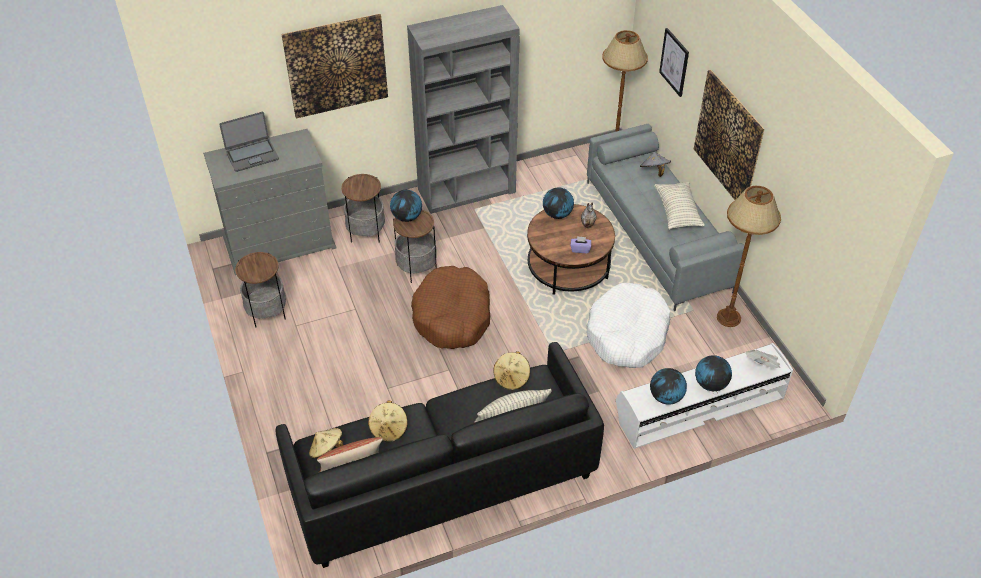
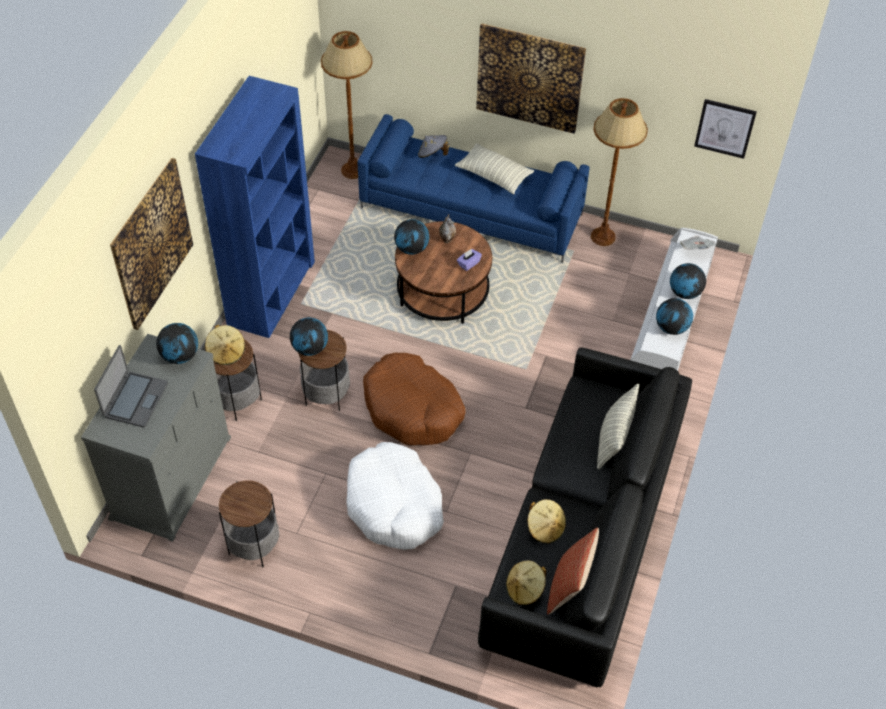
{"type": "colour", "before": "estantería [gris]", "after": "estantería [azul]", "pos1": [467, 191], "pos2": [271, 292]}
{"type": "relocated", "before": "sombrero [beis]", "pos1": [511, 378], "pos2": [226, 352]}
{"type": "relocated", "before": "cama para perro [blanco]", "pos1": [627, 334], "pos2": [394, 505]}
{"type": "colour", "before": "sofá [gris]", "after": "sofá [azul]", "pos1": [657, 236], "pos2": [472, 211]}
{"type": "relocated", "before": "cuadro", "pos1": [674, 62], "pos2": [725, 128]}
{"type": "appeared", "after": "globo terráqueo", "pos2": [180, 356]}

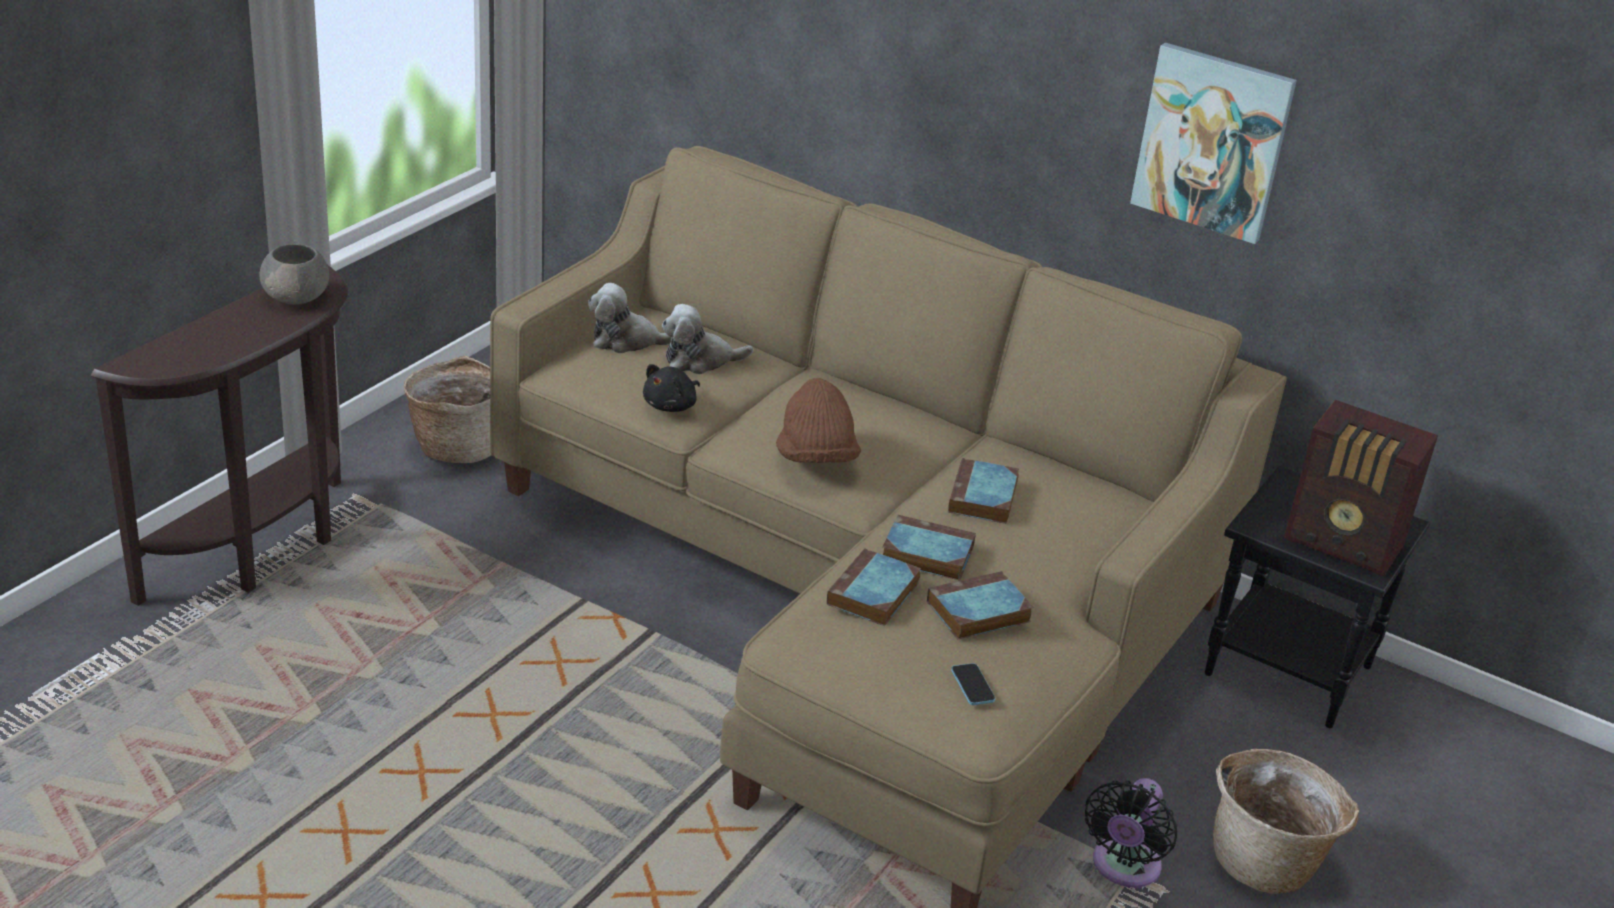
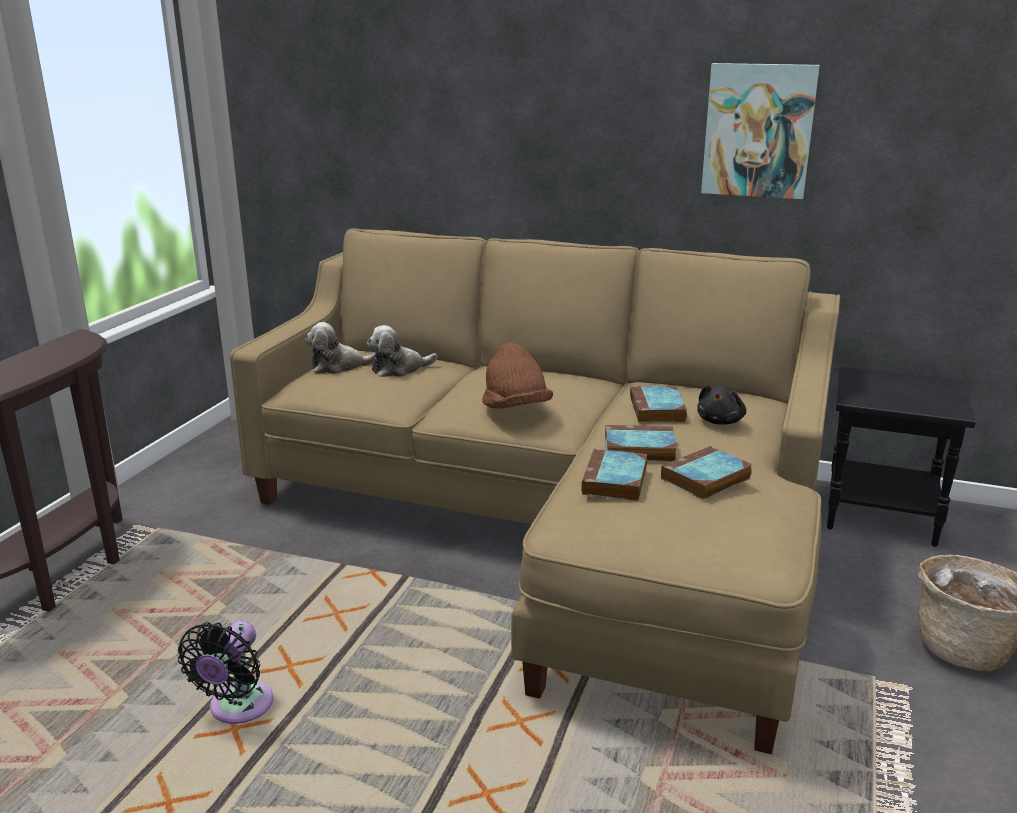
{"type": "missing", "before": "cuenco [gris]", "pos1": [297, 297]}
{"type": "missing", "before": "cesta", "pos1": [456, 446]}
{"type": "relocated", "before": "peluche [negro]", "pos1": [671, 406], "pos2": [720, 421]}
{"type": "missing", "before": "móvil", "pos1": [972, 686]}
{"type": "relocated", "before": "ventilador [negro]", "pos1": [1123, 868], "pos2": [237, 708]}
{"type": "missing", "before": "radio", "pos1": [1345, 544]}

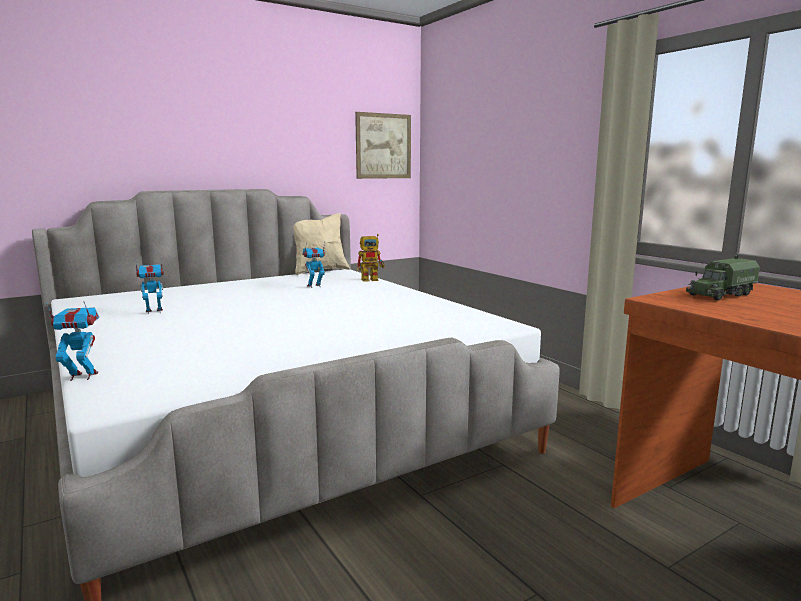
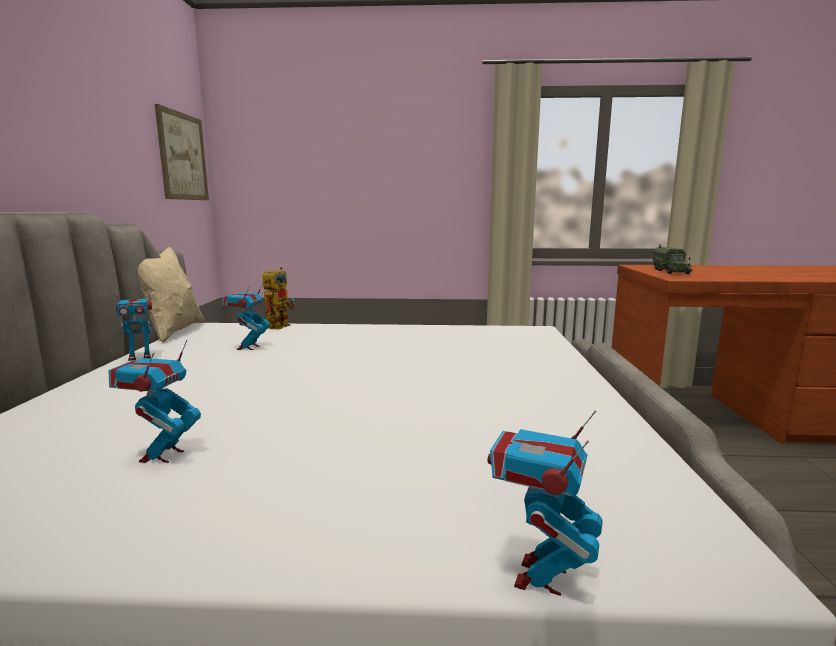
{"type": "appeared", "after": "robot de juguete", "pos2": [140, 357]}

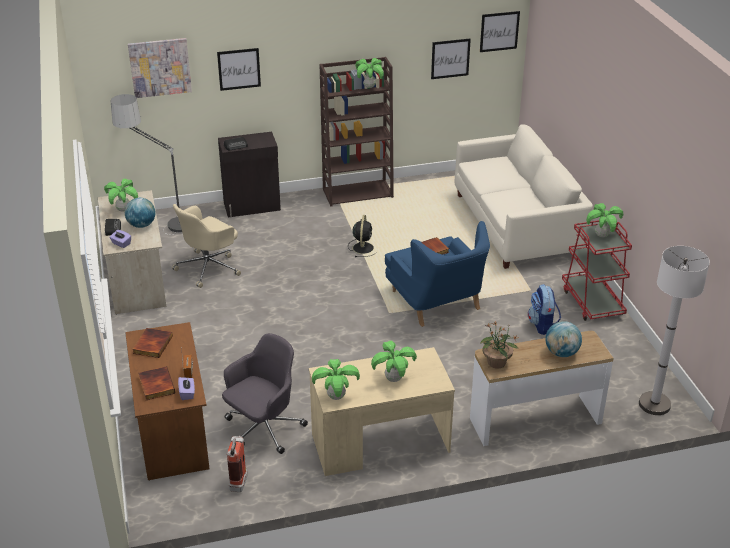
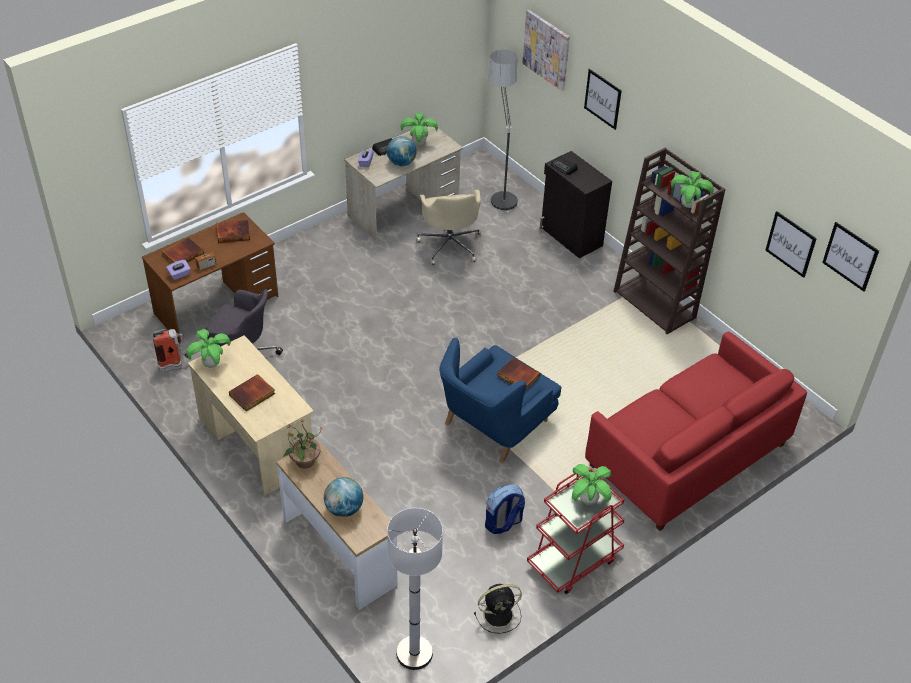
{"type": "spun", "before": "silla de oficina [beis]", "pos1": [209, 267], "pos2": [450, 245], "turn": -120}
{"type": "relocated", "before": "ventilador [negro]", "pos1": [363, 247], "pos2": [499, 614]}
{"type": "exchanged", "before": "planta en maceta", "after": "libro", "pos1": [394, 379], "pos2": [252, 395]}
{"type": "colour", "before": "sofá [blanco]", "after": "sofá [rojo]", "pos1": [516, 225], "pos2": [687, 455]}

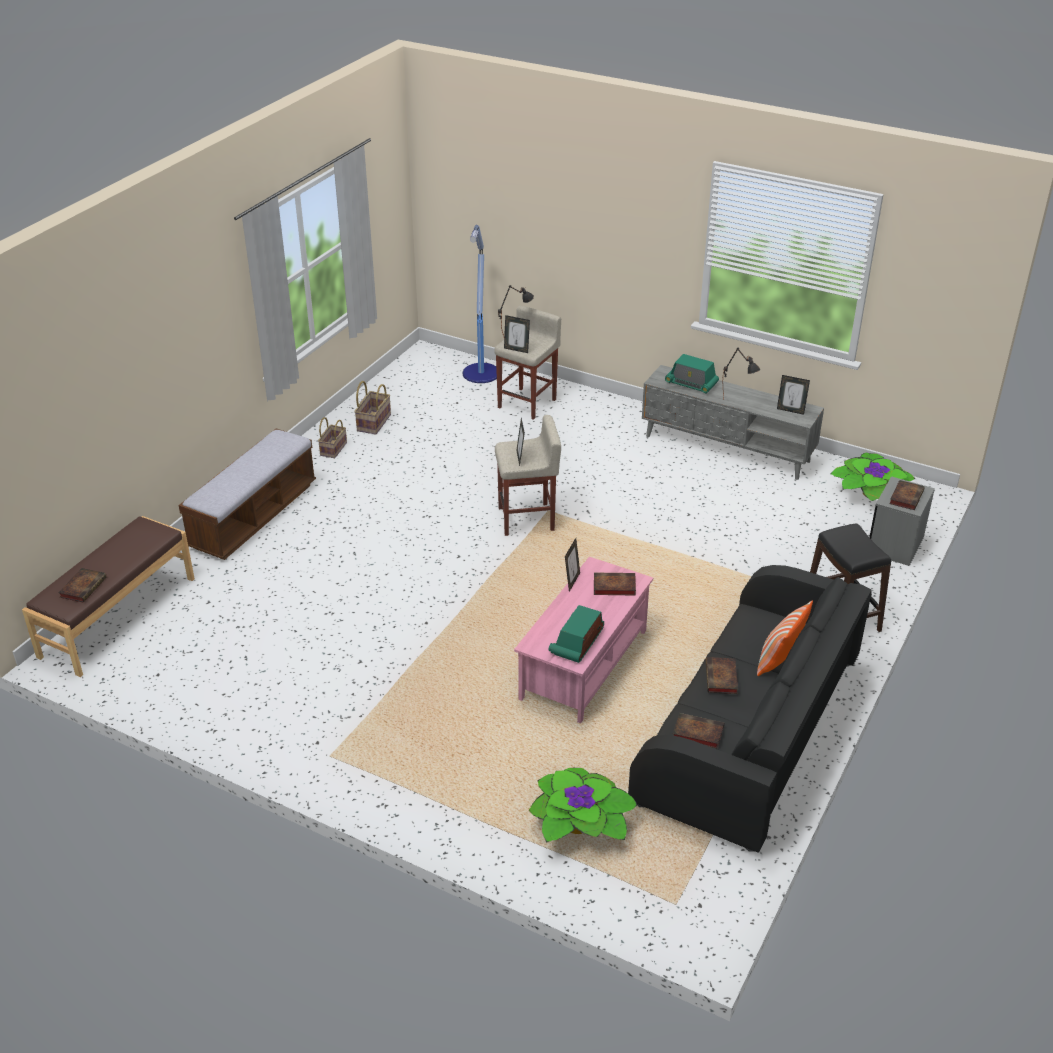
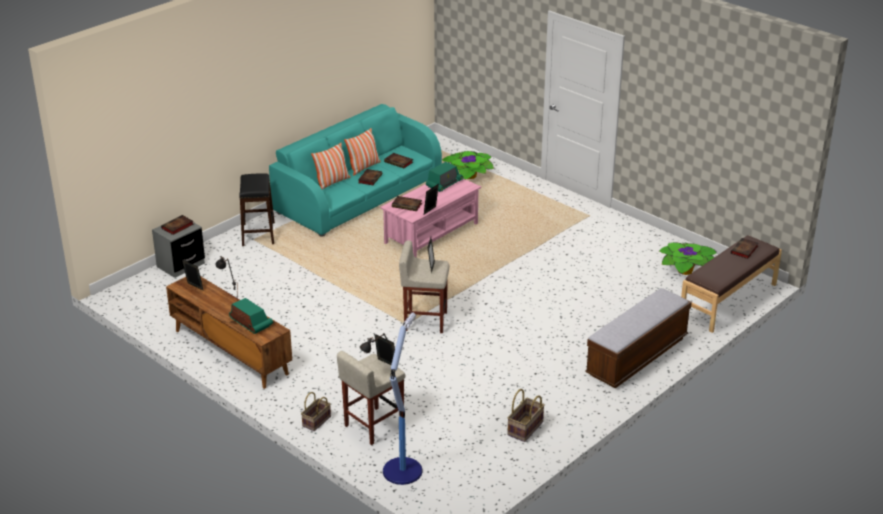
{"type": "relocated", "before": "cesta", "pos1": [333, 448], "pos2": [316, 422]}
{"type": "colour", "before": "sofá [negro]", "after": "sofá [turquesa]", "pos1": [751, 731], "pos2": [358, 195]}
{"type": "colour", "before": "mueble de televisión [gris]", "after": "mueble de televisión [marrón]", "pos1": [727, 448], "pos2": [230, 352]}
{"type": "relocated", "before": "planta en maceta", "pos1": [870, 494], "pos2": [686, 270]}
{"type": "appeared", "after": "cojín", "pos2": [363, 167]}

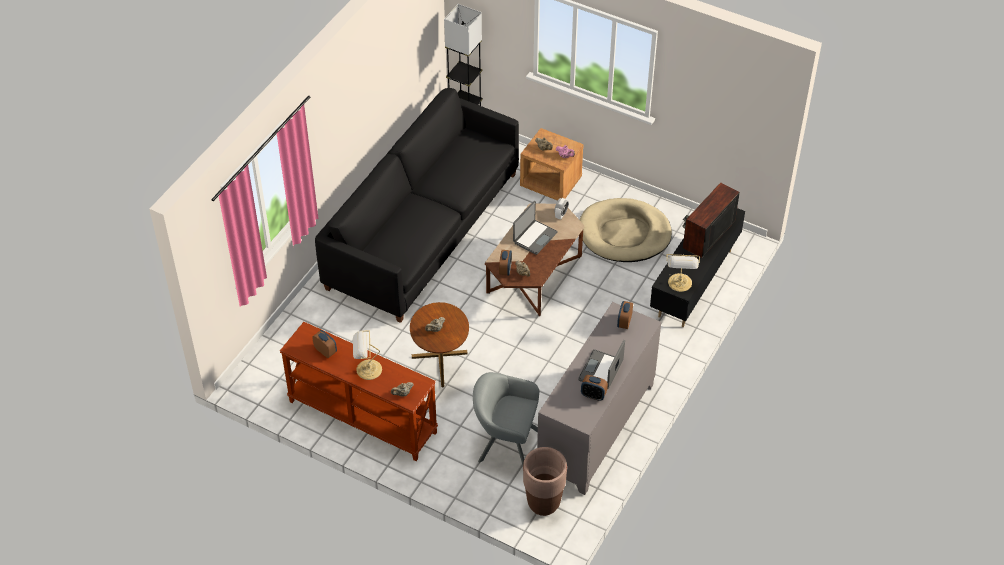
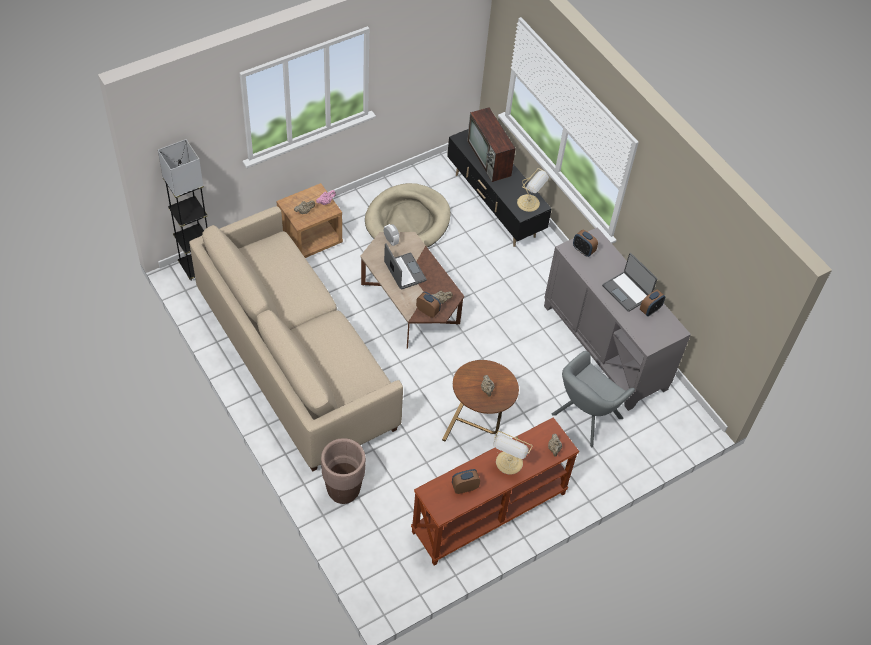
{"type": "colour", "before": "sofá [negro]", "after": "sofá [beis]", "pos1": [423, 230], "pos2": [295, 358]}
{"type": "relocated", "before": "maceta [marrón]", "pos1": [543, 503], "pos2": [343, 491]}

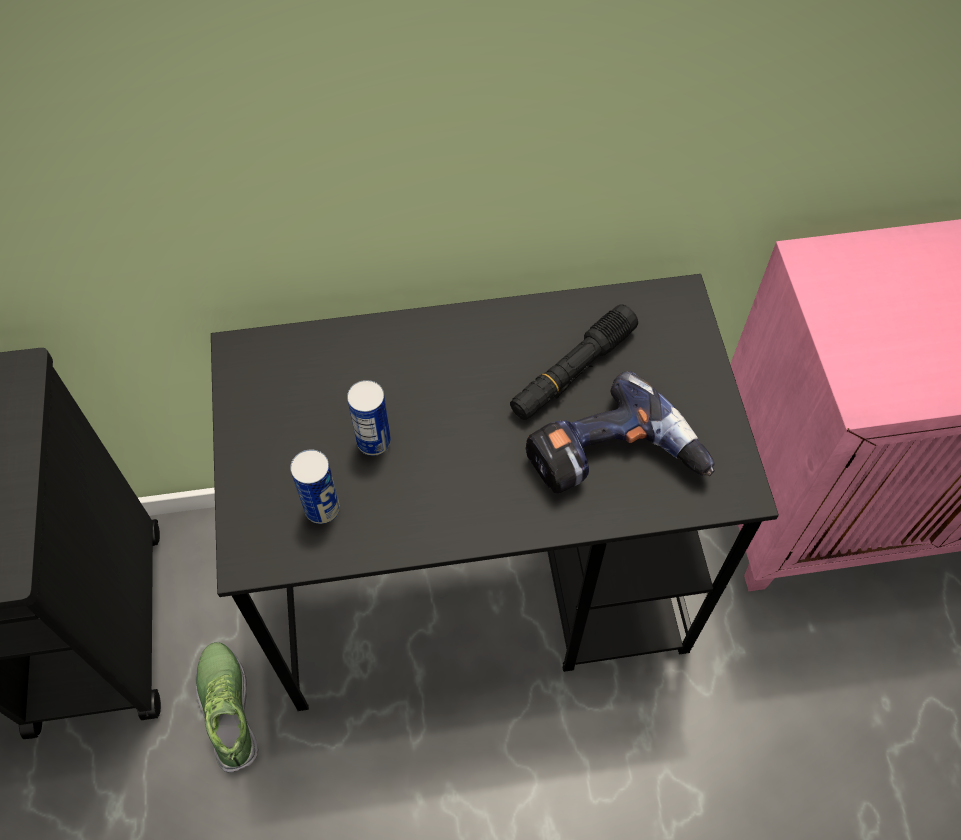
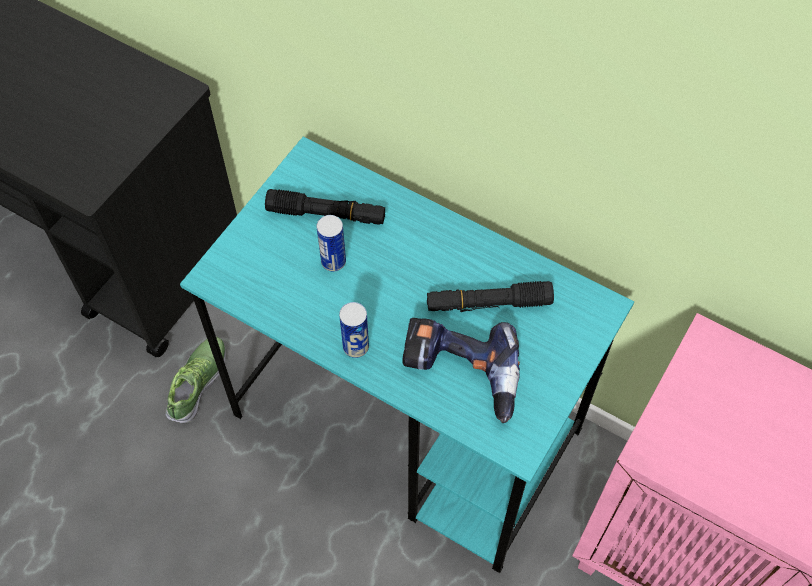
{"type": "colour", "before": "escritorio [negro]", "after": "escritorio [turquesa]", "pos1": [484, 581], "pos2": [408, 425]}
{"type": "relocated", "before": "lata", "pos1": [322, 509], "pos2": [356, 347]}
{"type": "appeared", "after": "linterna [negro]", "pos2": [326, 214]}

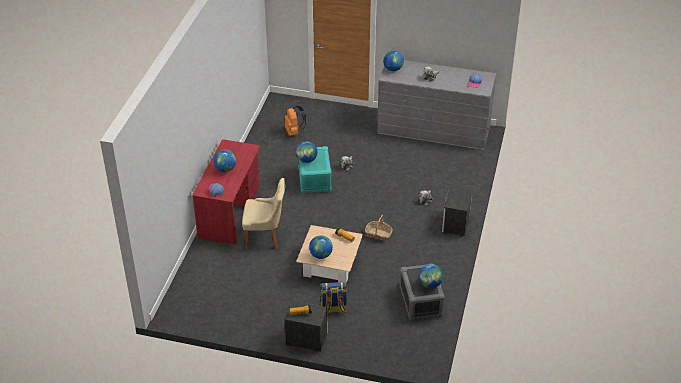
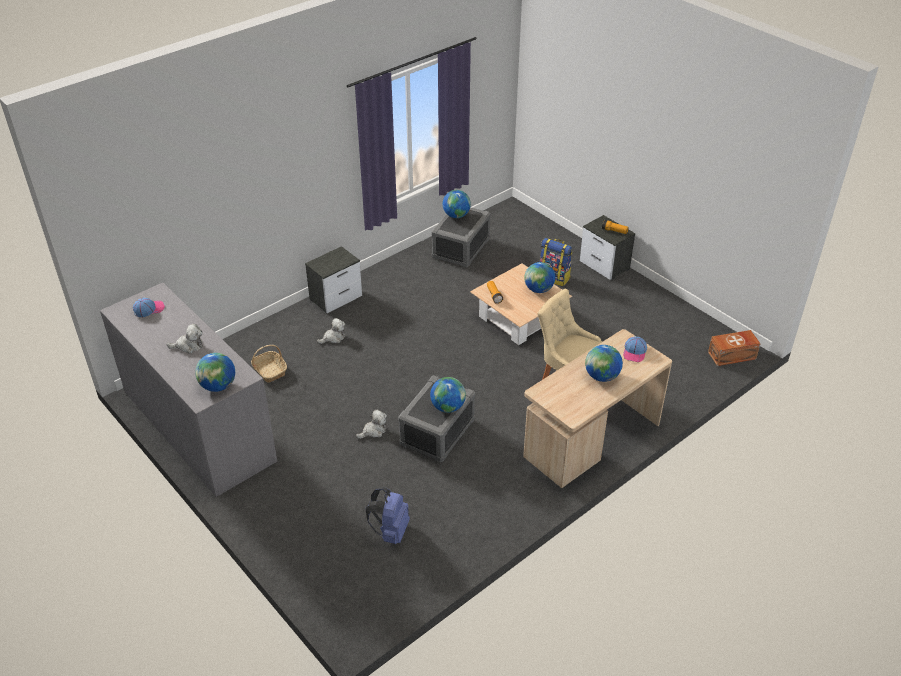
{"type": "colour", "before": "escritorio [rojo]", "after": "escritorio [beis]", "pos1": [230, 211], "pos2": [591, 440]}
{"type": "colour", "before": "mochila [naranja]", "after": "mochila [azul]", "pos1": [294, 132], "pos2": [390, 531]}
{"type": "colour", "before": "caja de almacenaje [turquesa]", "after": "caja de almacenaje [gris]", "pos1": [314, 179], "pos2": [437, 432]}
{"type": "relocated", "before": "cesta", "pos1": [378, 234], "pos2": [269, 371]}
{"type": "appeared", "after": "caja de almacenaje [marrón]", "pos2": [732, 356]}

